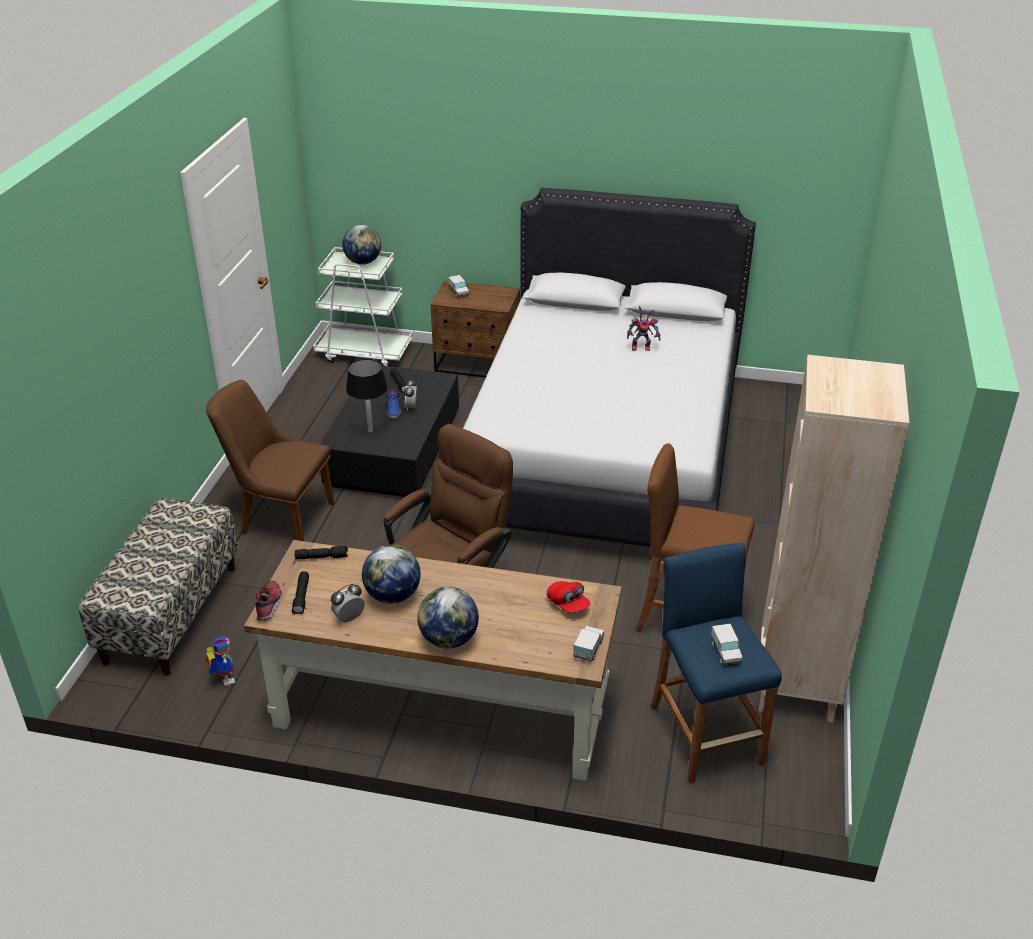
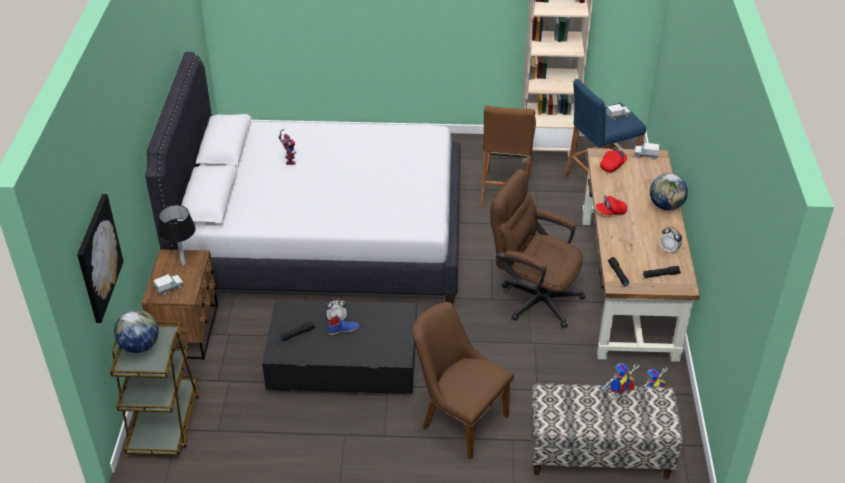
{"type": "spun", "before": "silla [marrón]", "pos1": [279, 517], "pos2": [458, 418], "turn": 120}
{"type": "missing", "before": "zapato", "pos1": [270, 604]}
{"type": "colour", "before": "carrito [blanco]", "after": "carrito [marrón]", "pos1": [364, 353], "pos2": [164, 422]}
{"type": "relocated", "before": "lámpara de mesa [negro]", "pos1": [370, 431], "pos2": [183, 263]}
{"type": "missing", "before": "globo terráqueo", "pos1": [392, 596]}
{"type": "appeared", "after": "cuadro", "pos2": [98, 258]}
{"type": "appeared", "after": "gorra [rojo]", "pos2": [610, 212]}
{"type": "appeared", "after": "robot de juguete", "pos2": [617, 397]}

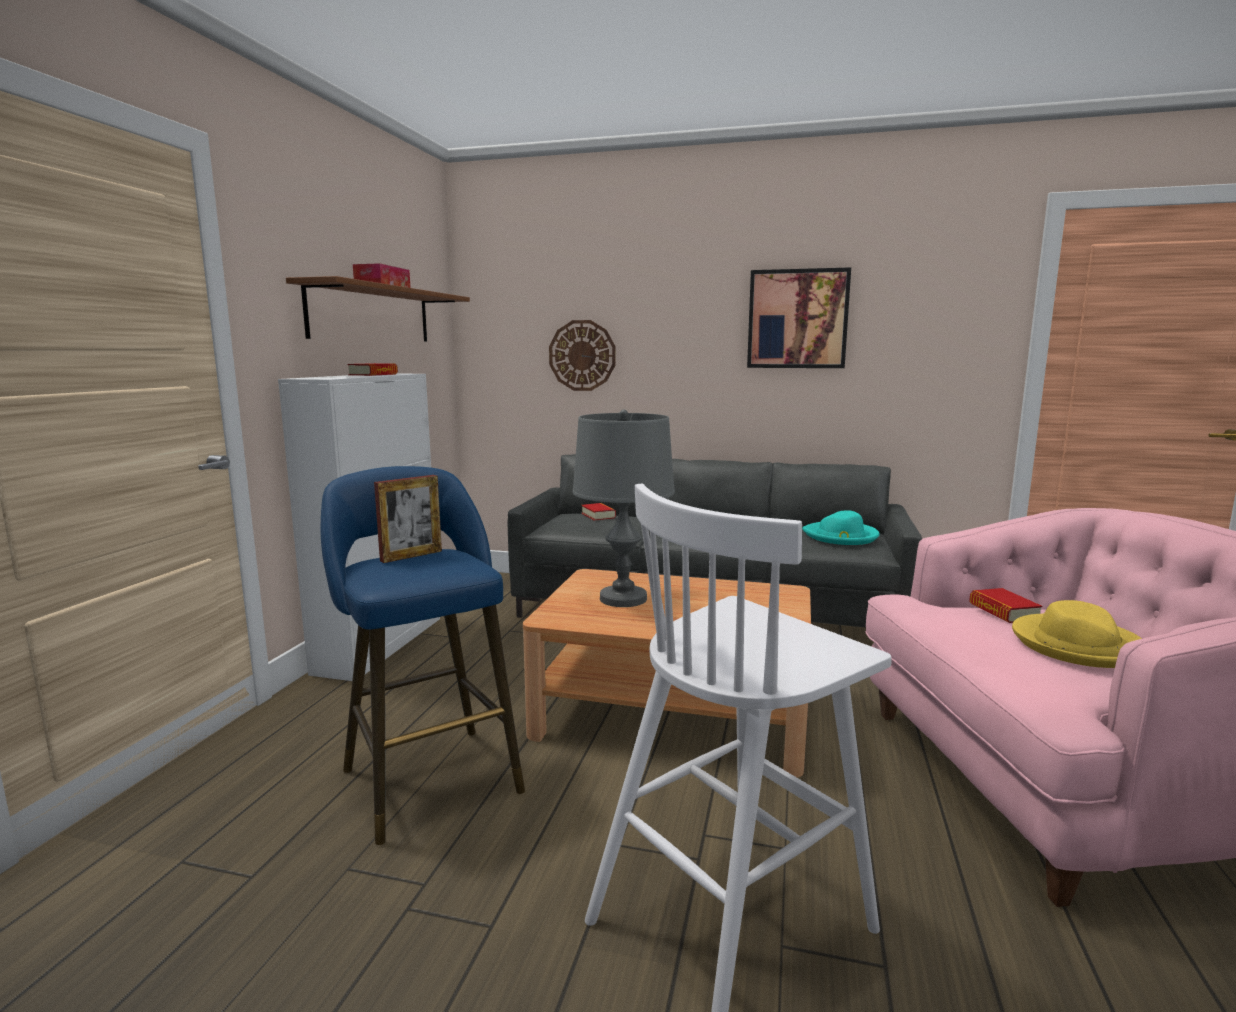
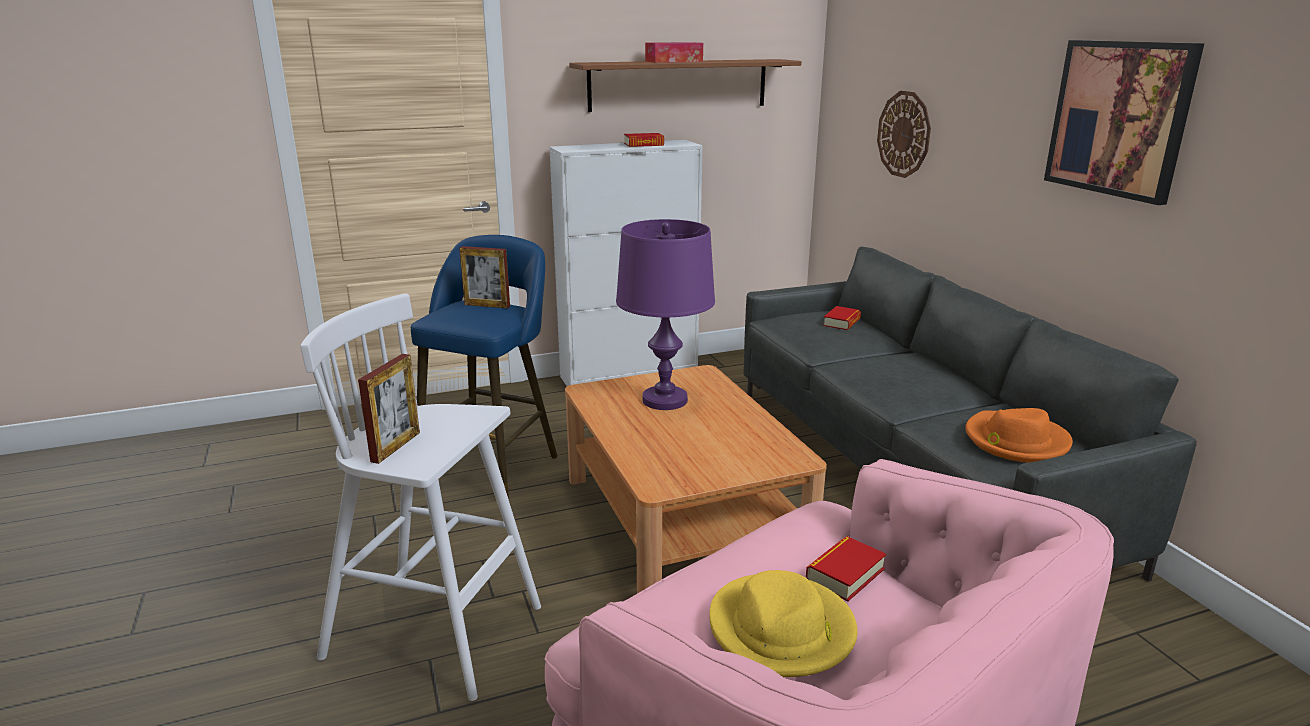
{"type": "colour", "before": "lámpara de mesa [gris]", "after": "lámpara de mesa [morado]", "pos1": [623, 598], "pos2": [665, 400]}
{"type": "colour", "before": "sombrero [turquesa]", "after": "sombrero [naranja]", "pos1": [841, 536], "pos2": [1015, 441]}
{"type": "appeared", "after": "portarretratos", "pos2": [396, 447]}

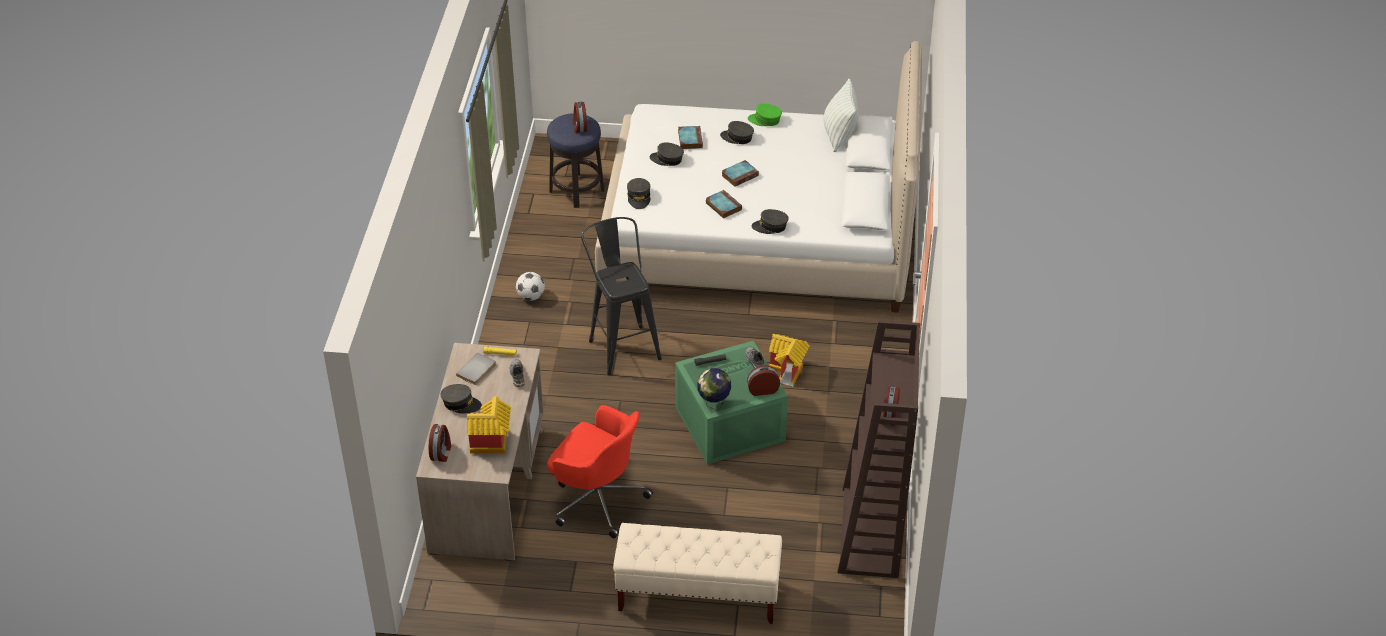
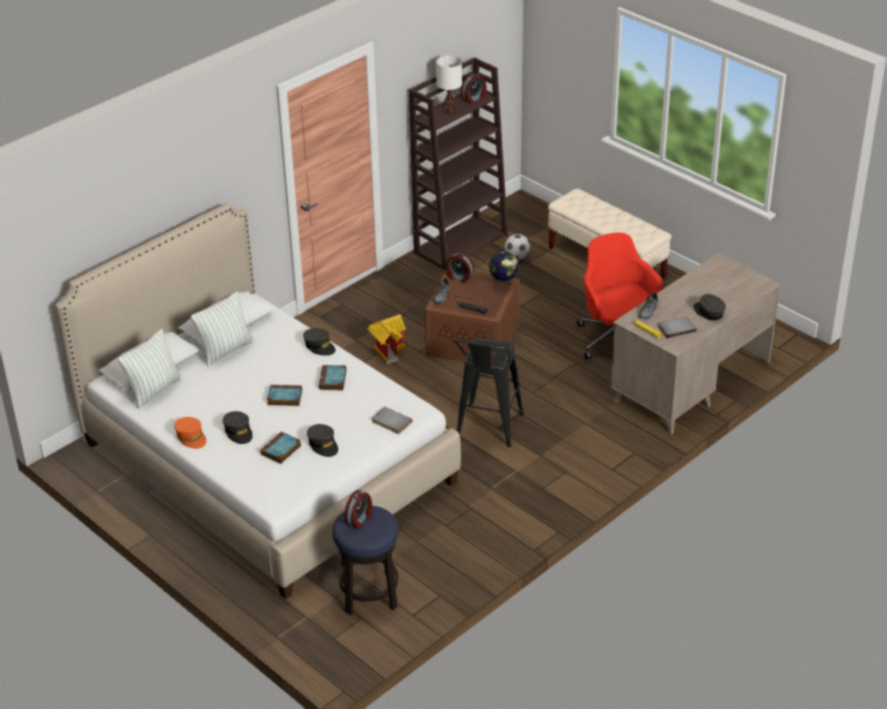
{"type": "missing", "before": "despertador", "pos1": [441, 452]}
{"type": "missing", "before": "casita", "pos1": [491, 444]}
{"type": "relocated", "before": "balón de fútbol", "pos1": [531, 296], "pos2": [517, 257]}
{"type": "exchanged", "before": "gorra [gris]", "after": "libro [gris]", "pos1": [639, 197], "pos2": [391, 422]}
{"type": "colour", "before": "caja de almacenaje [verde]", "after": "caja de almacenaje [marrón]", "pos1": [729, 425], "pos2": [474, 339]}
{"type": "colour", "before": "gorra [verde]", "after": "gorra [naranja]", "pos1": [765, 120], "pos2": [191, 437]}
{"type": "appeared", "after": "cojín", "pos2": [226, 350]}
{"type": "appeared", "after": "lámpara de mesa [blanco]", "pos2": [449, 110]}

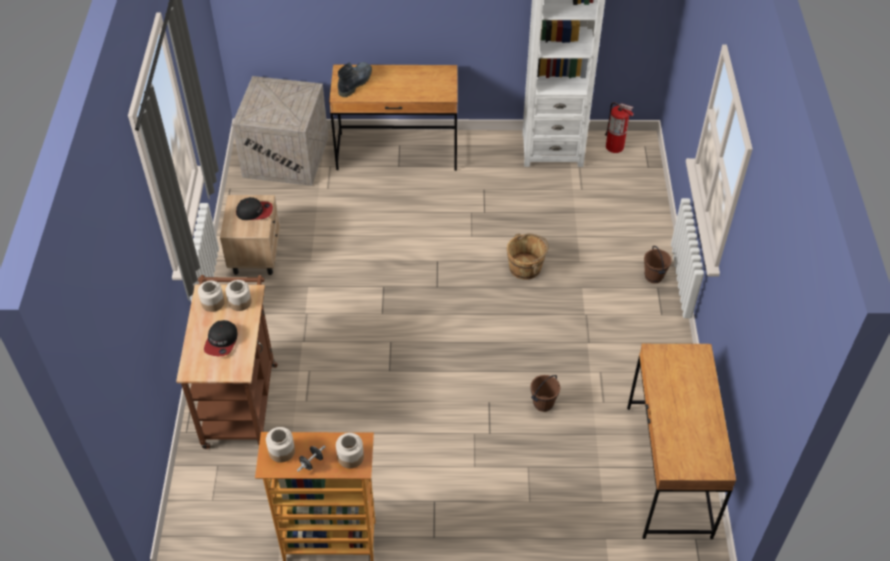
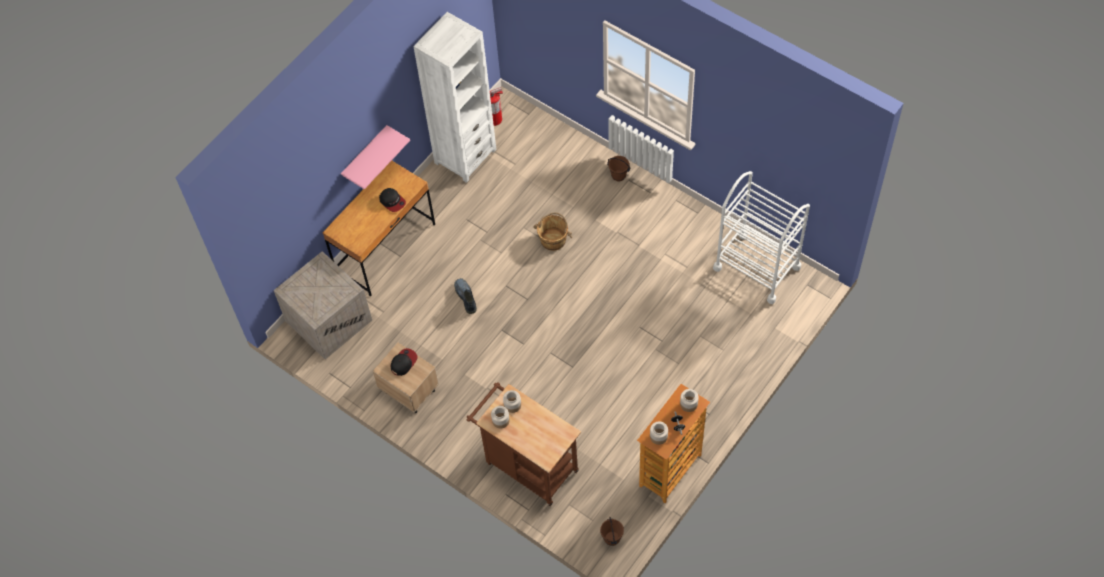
{"type": "relocated", "before": "gorra", "pos1": [221, 341], "pos2": [392, 201]}
{"type": "relocated", "before": "bota", "pos1": [355, 82], "pos2": [465, 297]}
{"type": "relocated", "before": "cubo [marrón]", "pos1": [543, 404], "pos2": [612, 538]}
{"type": "exchanged", "before": "escritorio [marrón]", "after": "carrito [blanco]", "pos1": [668, 471], "pos2": [757, 267]}
{"type": "appeared", "after": "estante [rosa]", "pos2": [365, 156]}

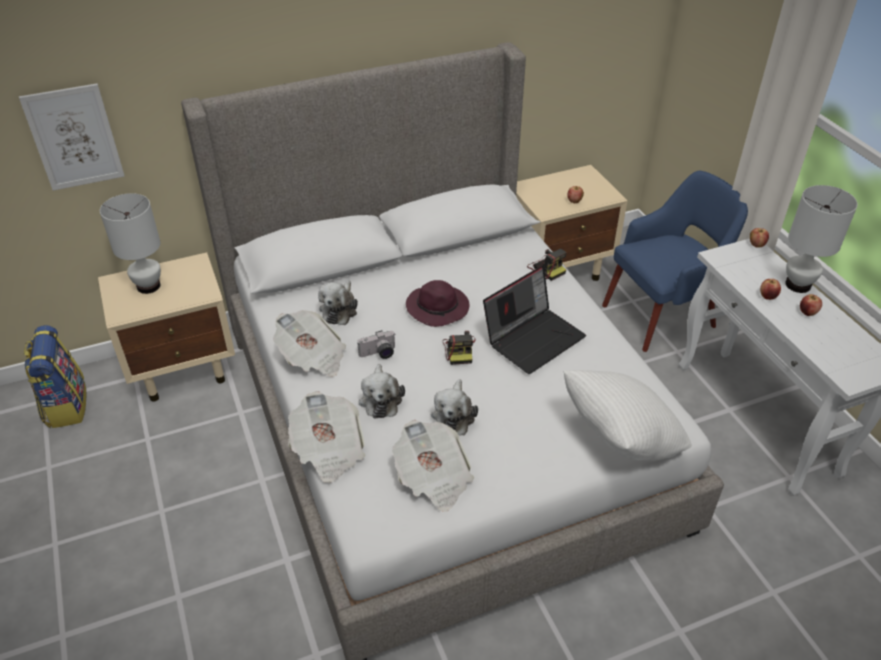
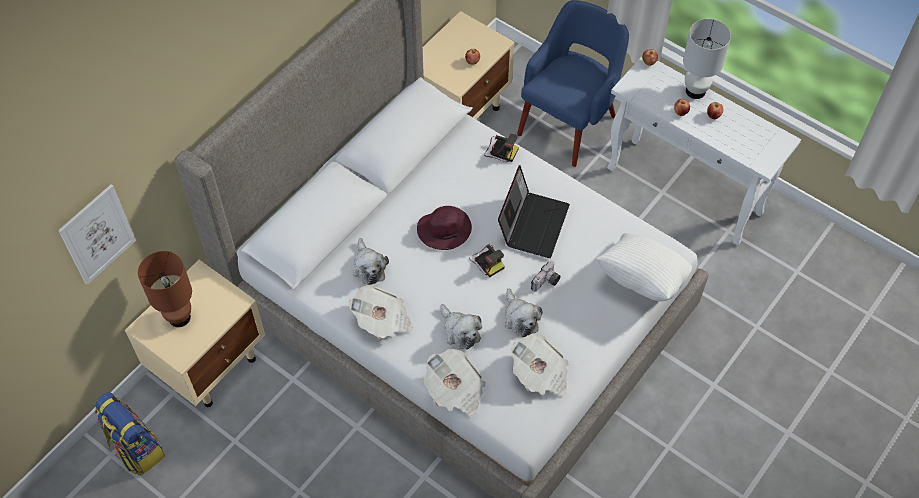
{"type": "colour", "before": "lámpara de mesa [blanco]", "after": "lámpara de mesa [marrón]", "pos1": [149, 286], "pos2": [180, 317]}
{"type": "relocated", "before": "cámara", "pos1": [378, 354], "pos2": [546, 282]}

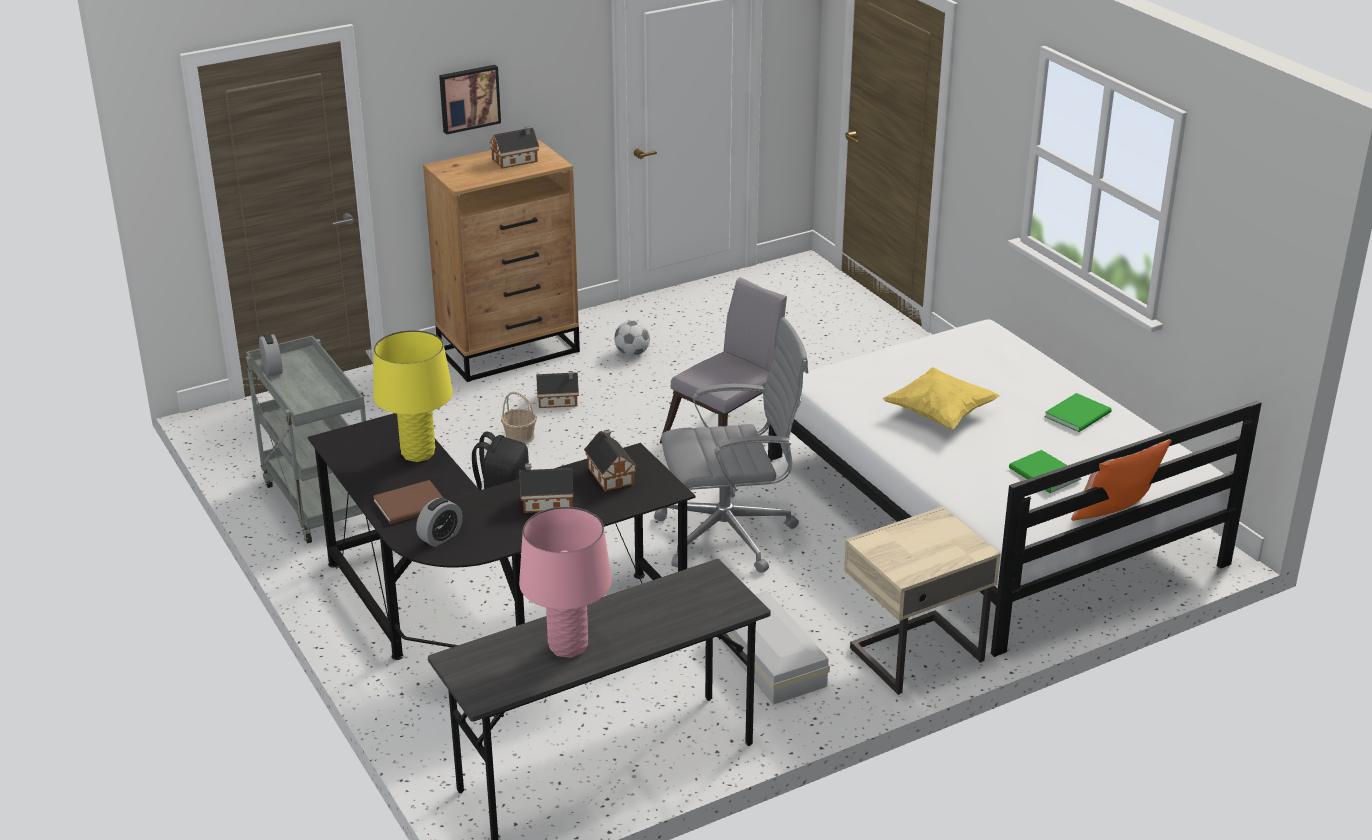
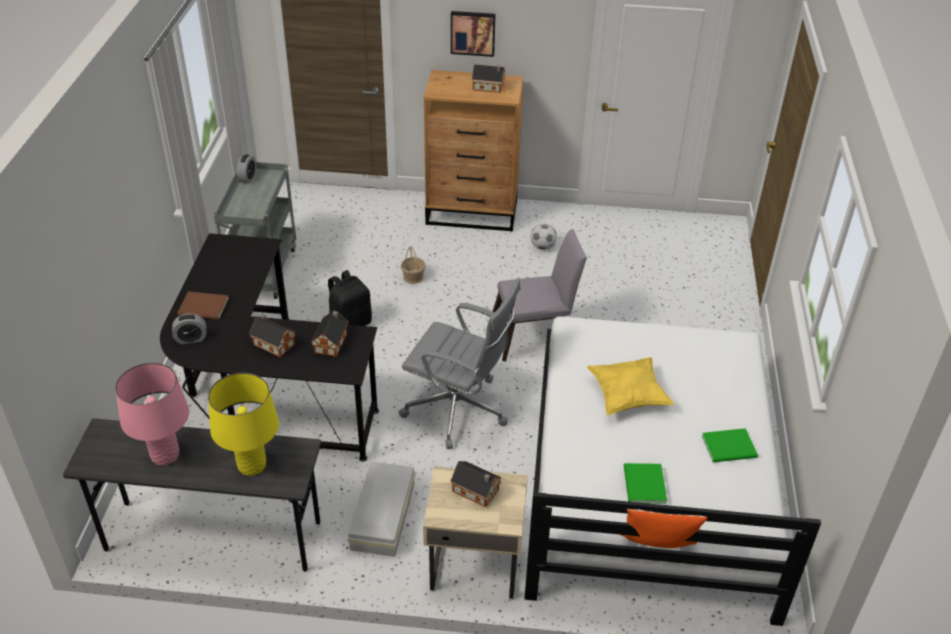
{"type": "relocated", "before": "lámpara de mesa [amarillo]", "pos1": [418, 454], "pos2": [252, 466]}
{"type": "relocated", "before": "casita", "pos1": [559, 400], "pos2": [477, 491]}

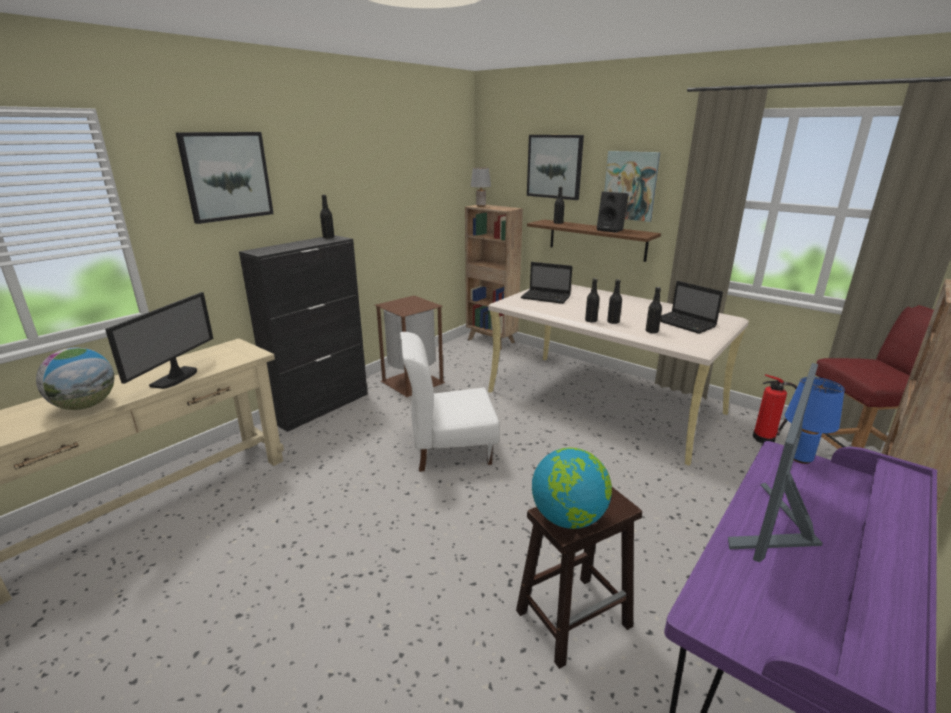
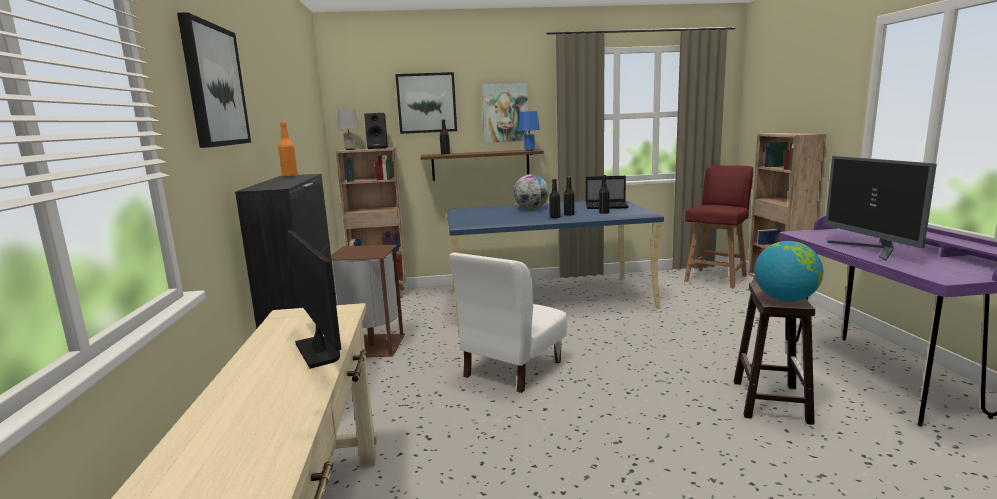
{"type": "relocated", "before": "globo terráqueo", "pos1": [85, 406], "pos2": [531, 209]}
{"type": "colour", "before": "botella [negro]", "after": "botella [naranja]", "pos1": [328, 237], "pos2": [290, 176]}
{"type": "colour", "before": "escritorio [beis]", "after": "escritorio [azul]", "pos1": [604, 402], "pos2": [549, 299]}
{"type": "missing", "before": "portátil", "pos1": [546, 297]}
{"type": "relocated", "before": "altavoz [negro]", "pos1": [611, 230], "pos2": [378, 148]}
{"type": "missing", "before": "extintor", "pos1": [766, 439]}
{"type": "relocated", "before": "lámpara de mesa [azul]", "pos1": [799, 458], "pos2": [529, 150]}

